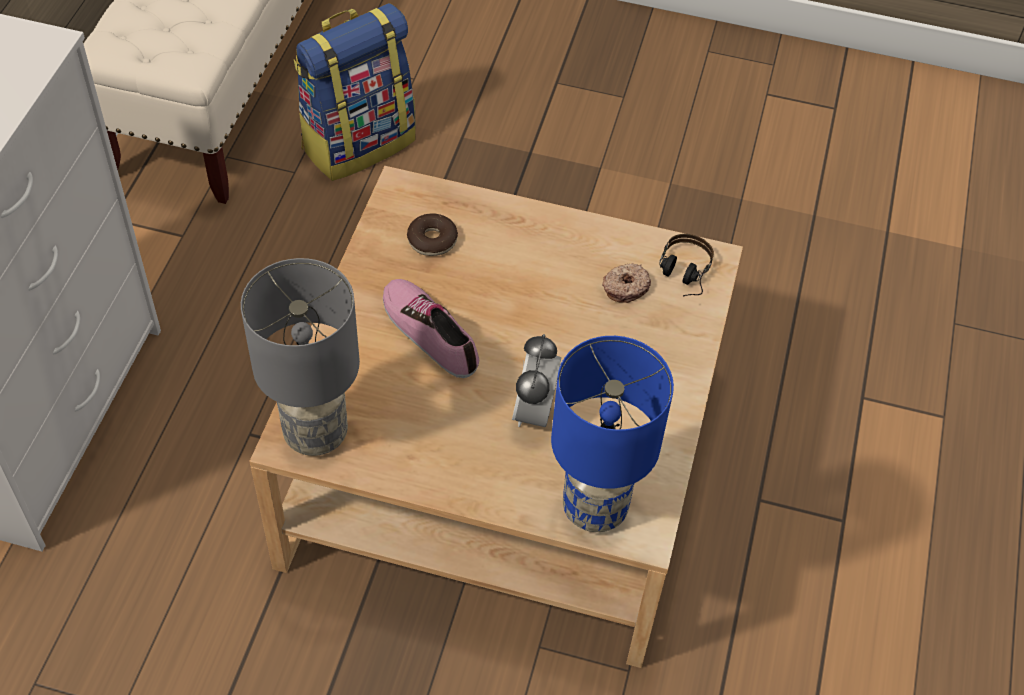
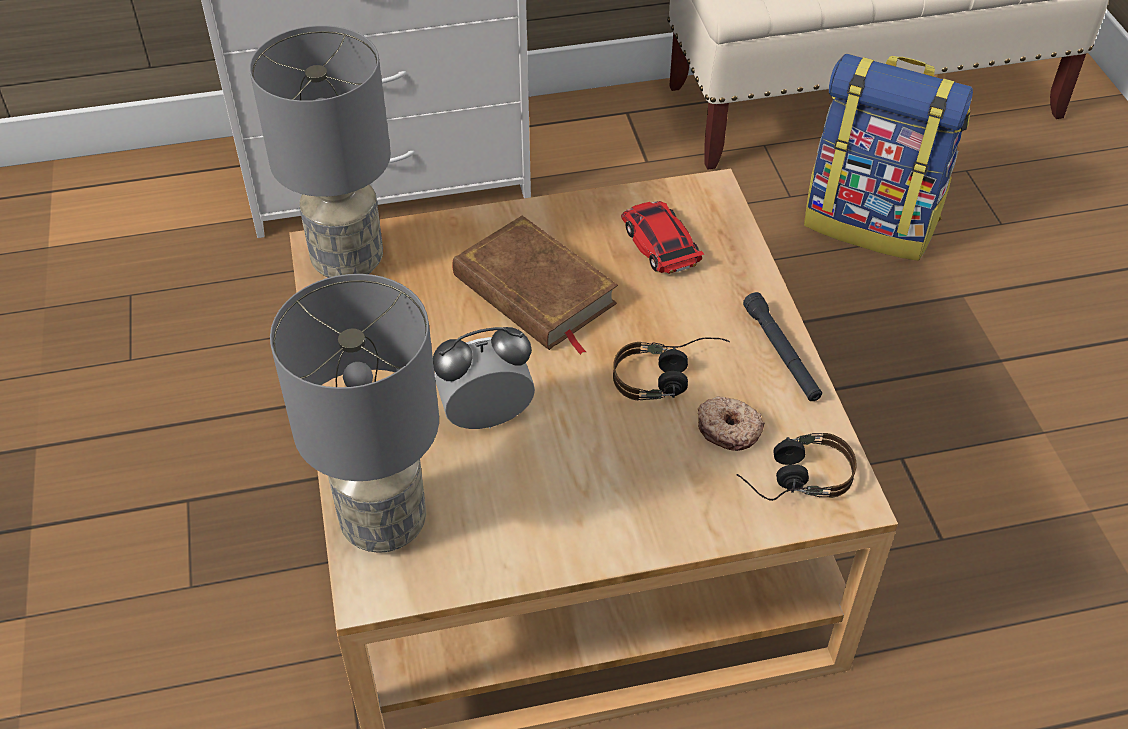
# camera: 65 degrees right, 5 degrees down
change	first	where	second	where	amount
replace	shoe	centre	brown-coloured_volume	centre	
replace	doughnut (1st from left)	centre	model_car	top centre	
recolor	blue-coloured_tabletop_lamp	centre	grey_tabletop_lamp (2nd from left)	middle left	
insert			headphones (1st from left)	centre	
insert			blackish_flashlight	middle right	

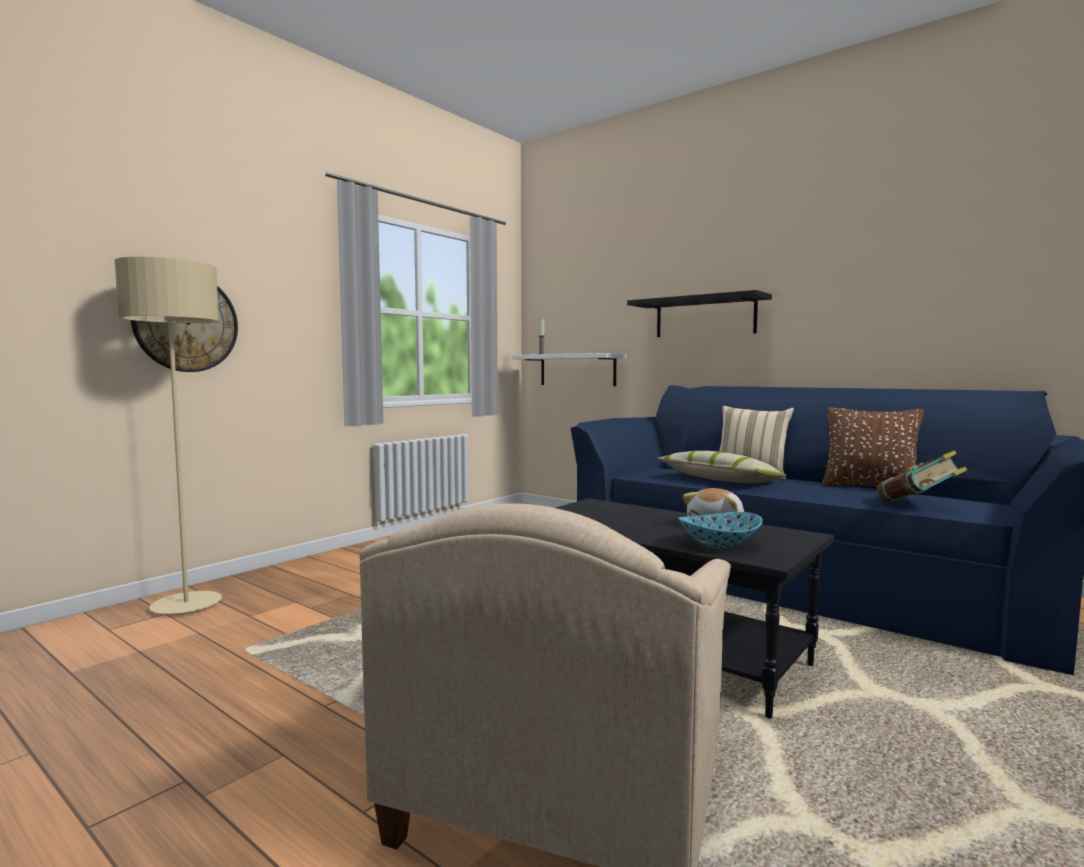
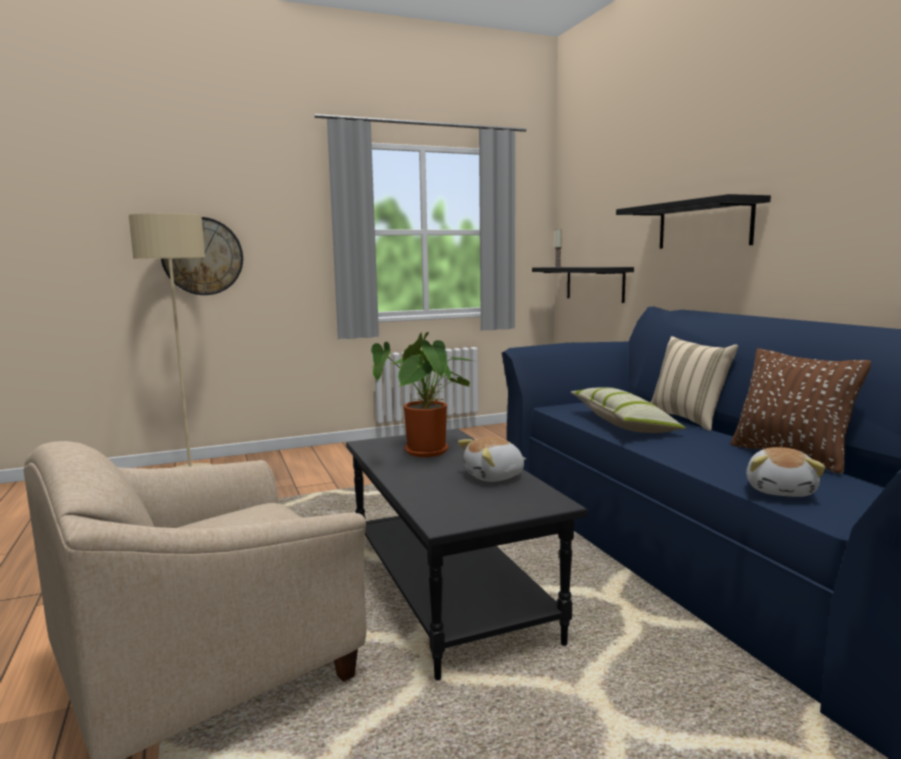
# camera: 30 degrees right, 5 degrees up
change	first	where	second	where	amount
recolor	white-coloured_shelf	centre	blackish_shelf (1st from left)	centre	
delete	deep_dish	centre			
replace	volume	middle right	cuddly_toy (2nd from left)	middle right	
insert			plant_in_a_pot	centre	

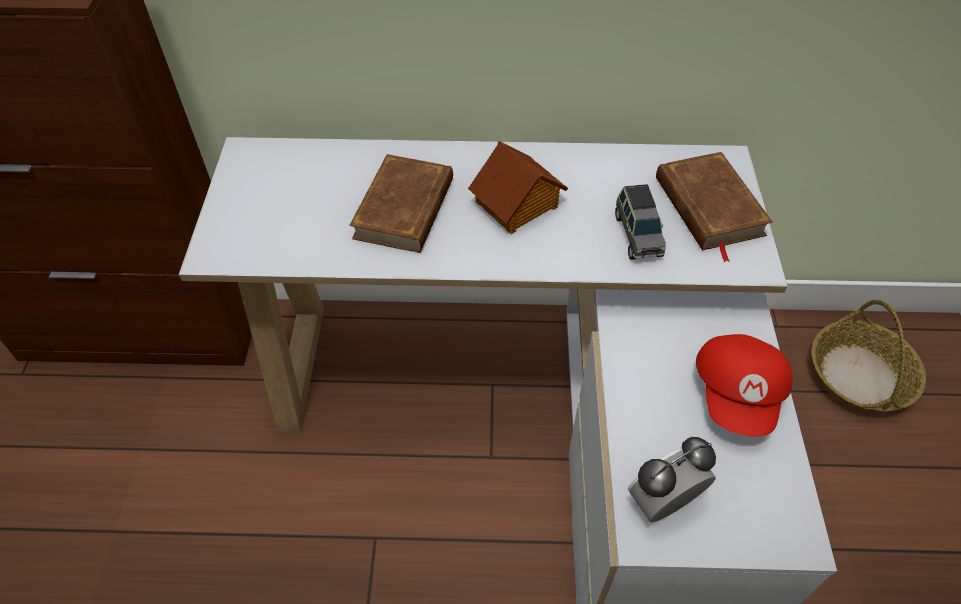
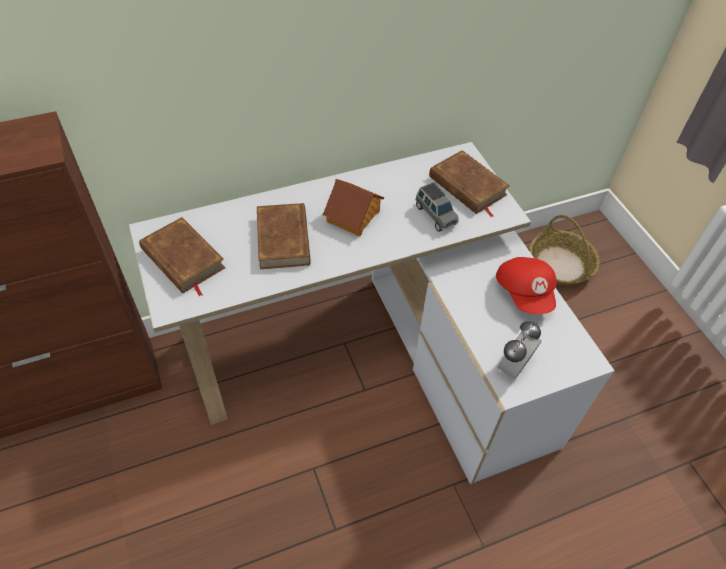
# camera: 25 degrees left, 0 degrees up
change	first	where	second	where	amount
insert			brown-coloured_volume (1st from left)	middle left	

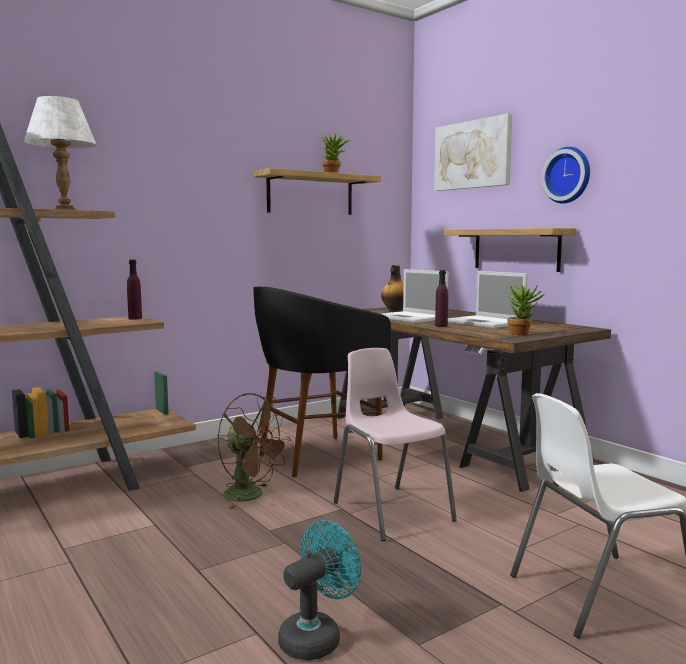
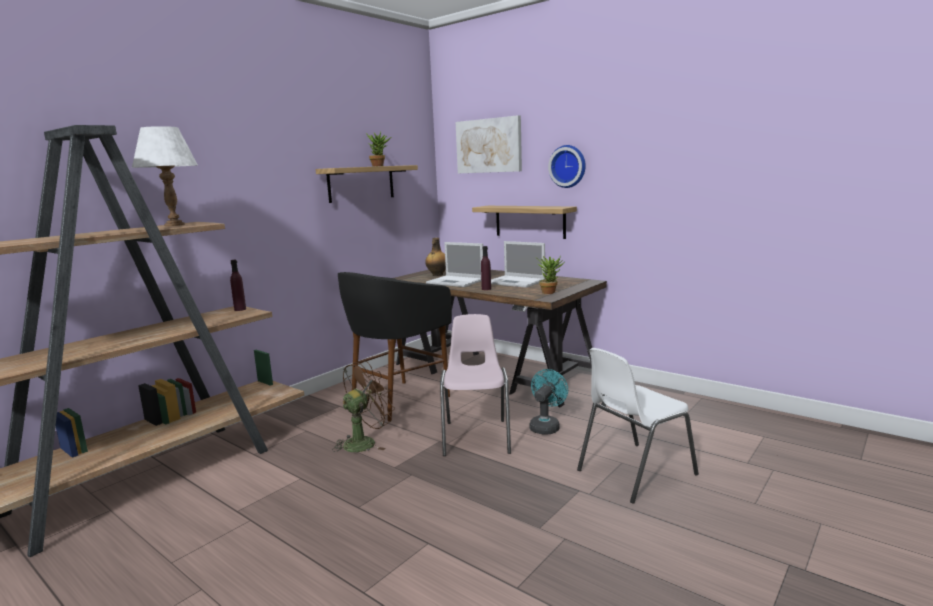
# camera: 15 degrees left, 5 degrees up
change	first	where	second	where	amount
rotate	brown-coloured_electric_fan	bottom centre		bottom centre	60 degrees counterclockwise
move	blue-green_electric_fan	bottom centre		centre	
rotate	pinkish_chair	bottom centre		centre	45 degrees clockwise

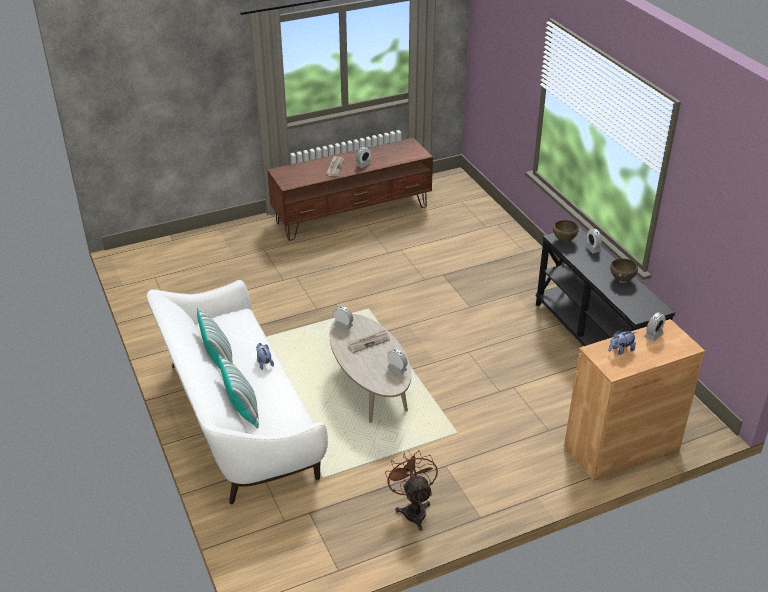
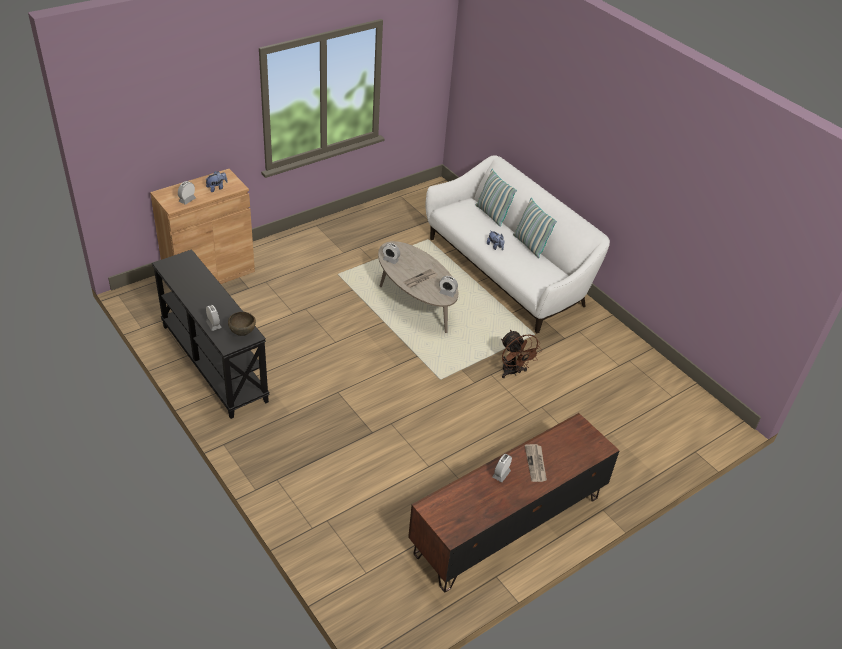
# camera: 165 degrees right, 5 degrees up
change	first	where	second	where	amount
move	brown-coloured_electric_fan	bottom centre		centre	
delete	brown-coloured_deep_dish (2nd from left)	middle right			

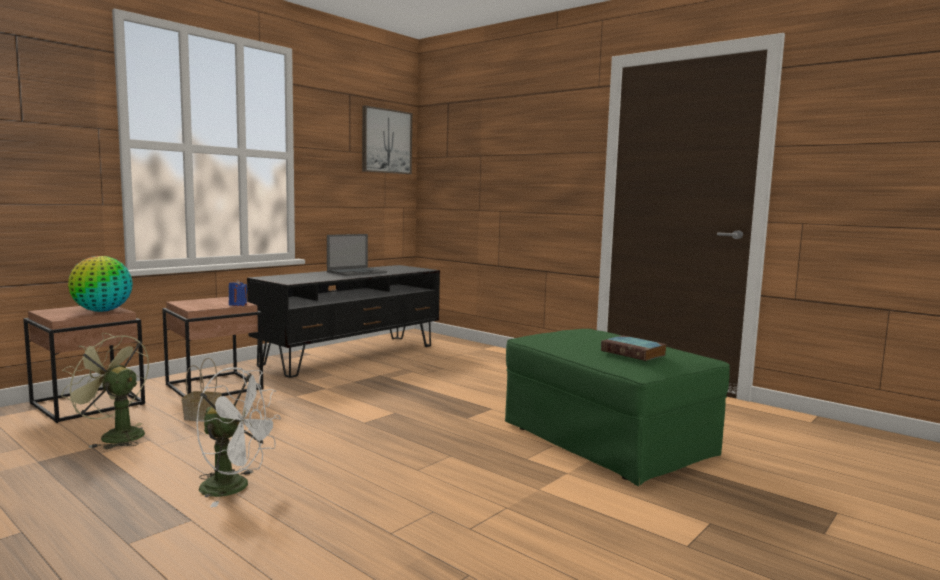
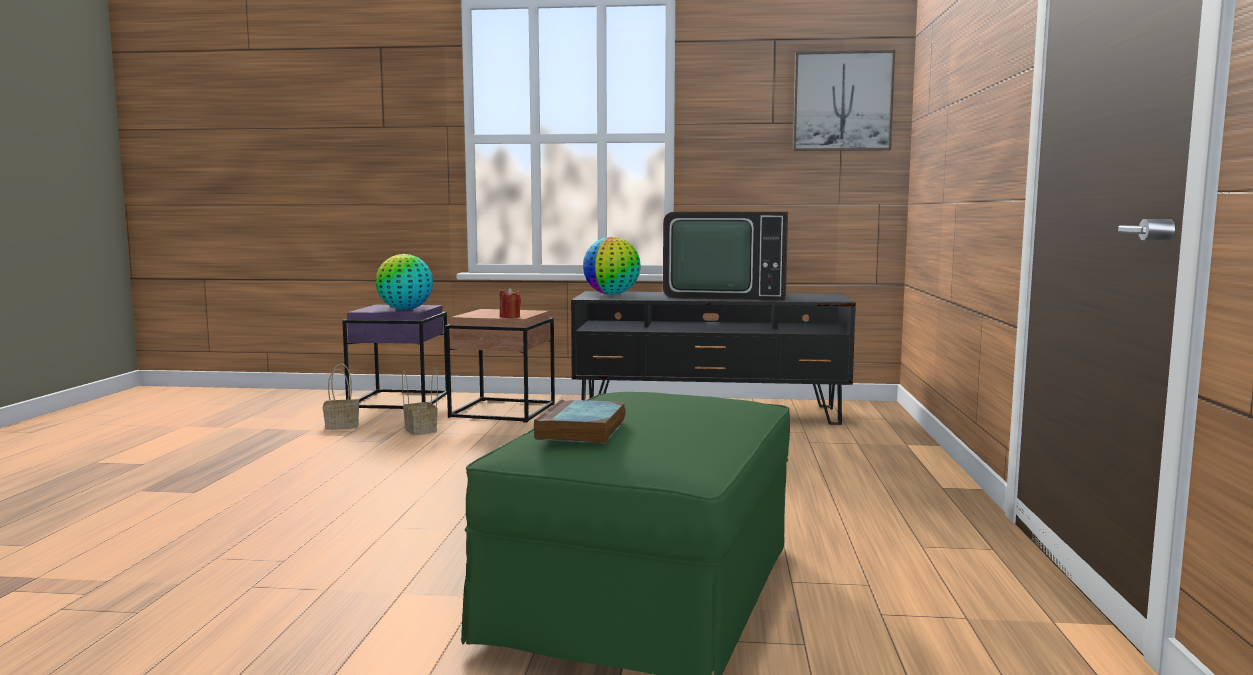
# camera: 55 degrees right, 0 degrees up
change	first	where	second	where	amount
recolor	brown-coloured_side_table (1st from left)	middle left	purple_side_table	middle left	
replace	green_electric_fan	bottom left	household_basket (1st from left)	middle left	
delete	white-coloured_electric_fan	bottom left			
recolor	blue-coloured_candle	middle left	red-coloured_candle	centre	
replace	notebook_computer	centre	television	centre	
insert			desk_globe (2nd from left)	centre	

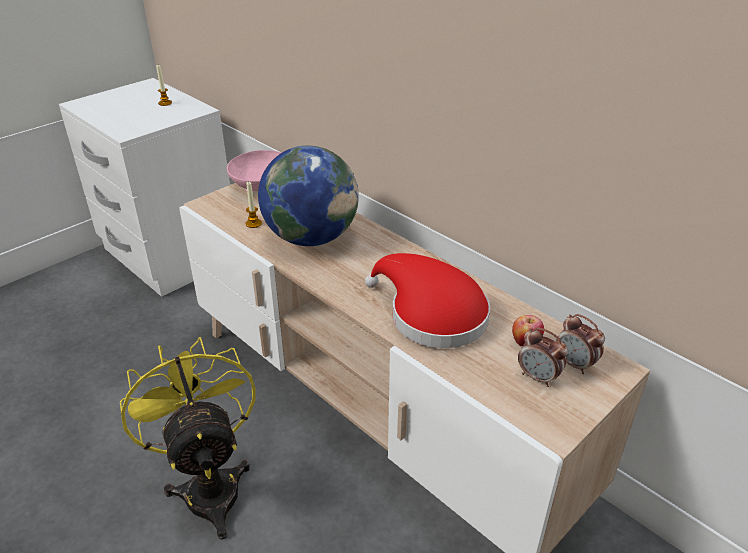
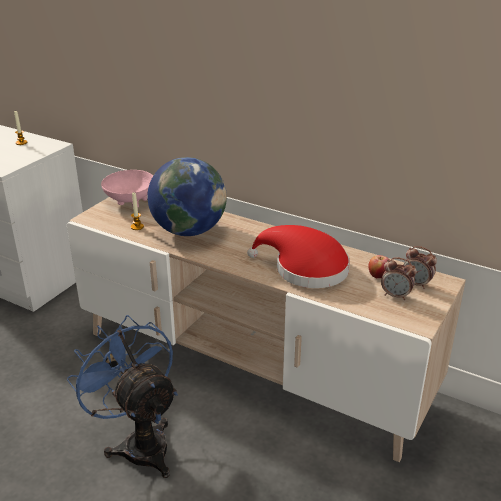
# camera: 15 degrees left, 5 degrees down
change	first	where	second	where	amount
recolor	yellow_electric_fan	bottom left	blue-coloured_electric_fan	bottom left	

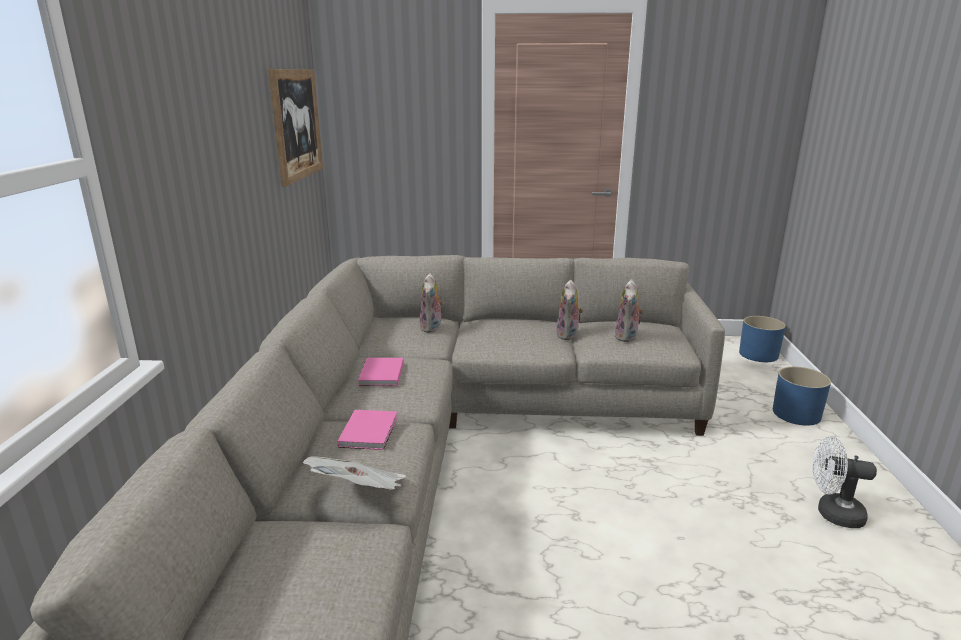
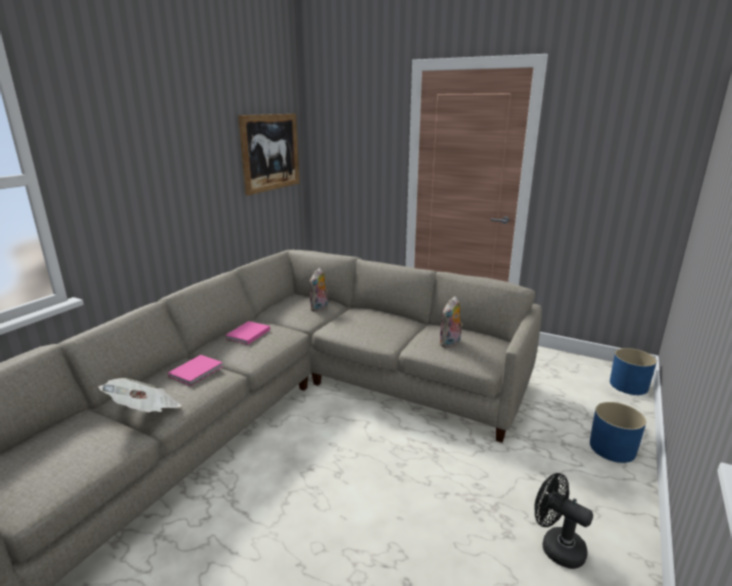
# camera: 25 degrees right, 0 degrees up
change	first	where	second	where	amount
delete	cuddly_toy (2nd from left)	centre			
recolor	white-coloured_electric_fan	bottom right	blackish_electric_fan	bottom right	

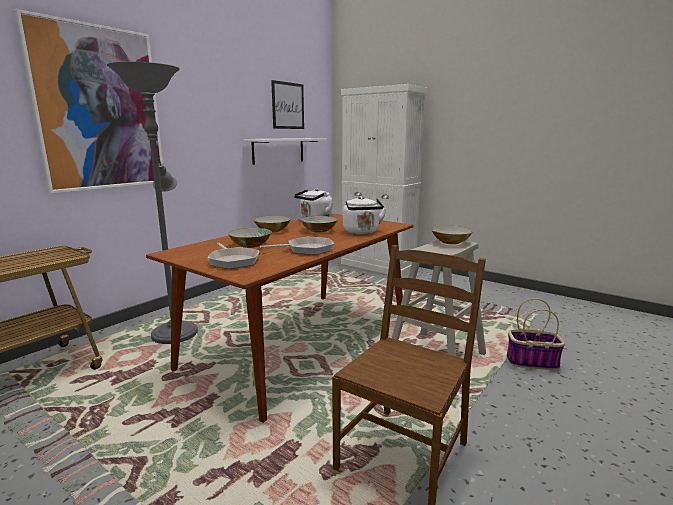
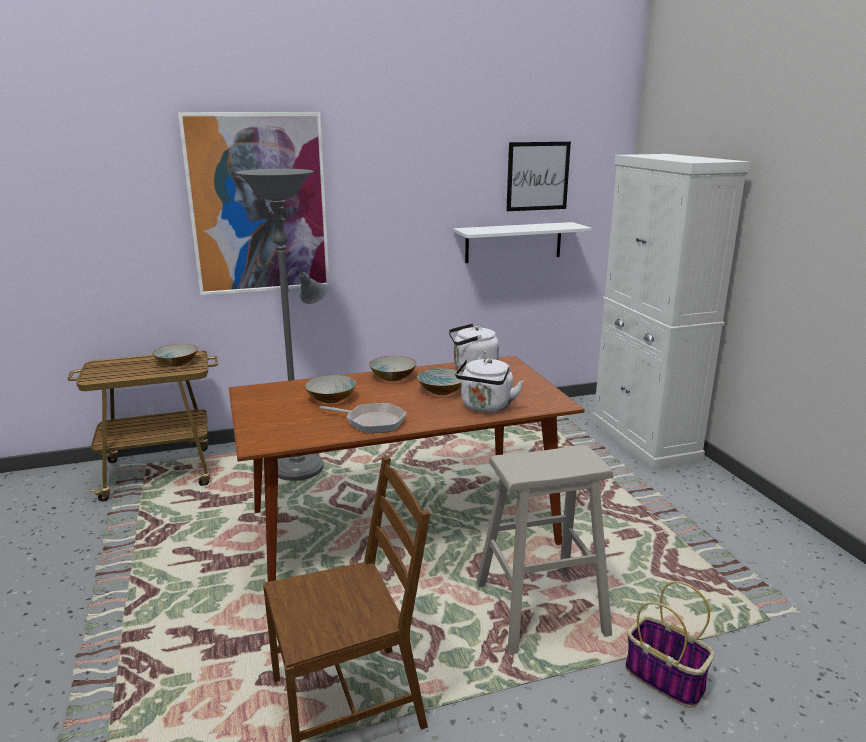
# camera: 35 degrees right, 5 degrees up
change	first	where	second	where	amount
delete	frying_pan (1st from left)	centre			
move	deep_dish (4th from left in the first image)	middle right	deep_dish (1st from left)	middle left	

